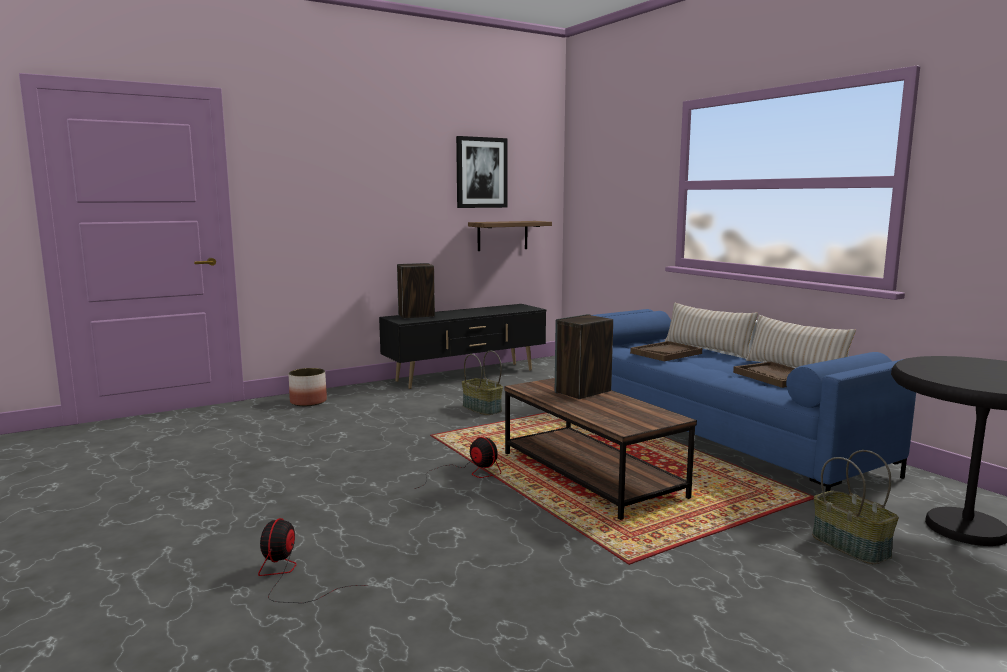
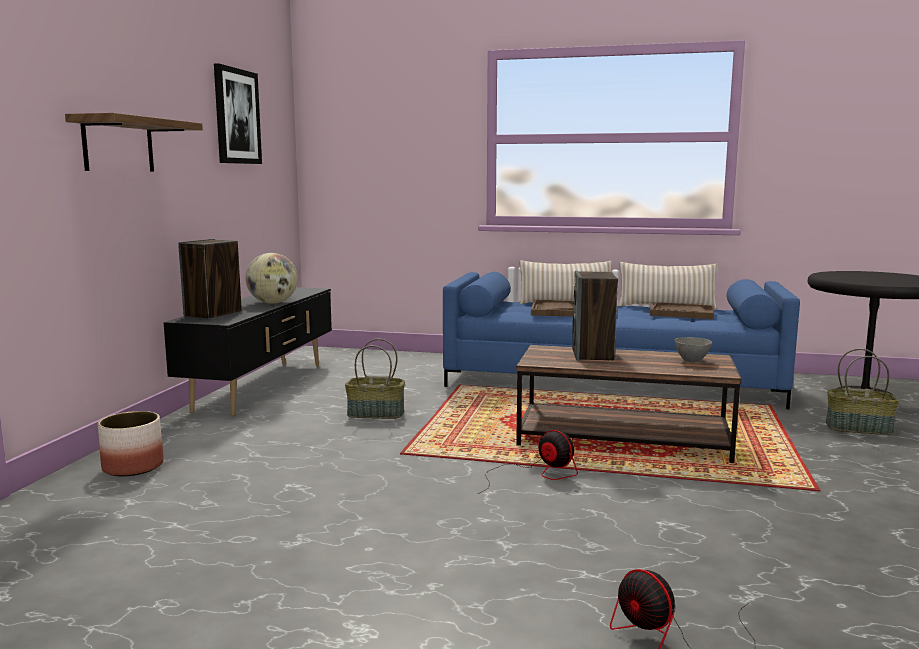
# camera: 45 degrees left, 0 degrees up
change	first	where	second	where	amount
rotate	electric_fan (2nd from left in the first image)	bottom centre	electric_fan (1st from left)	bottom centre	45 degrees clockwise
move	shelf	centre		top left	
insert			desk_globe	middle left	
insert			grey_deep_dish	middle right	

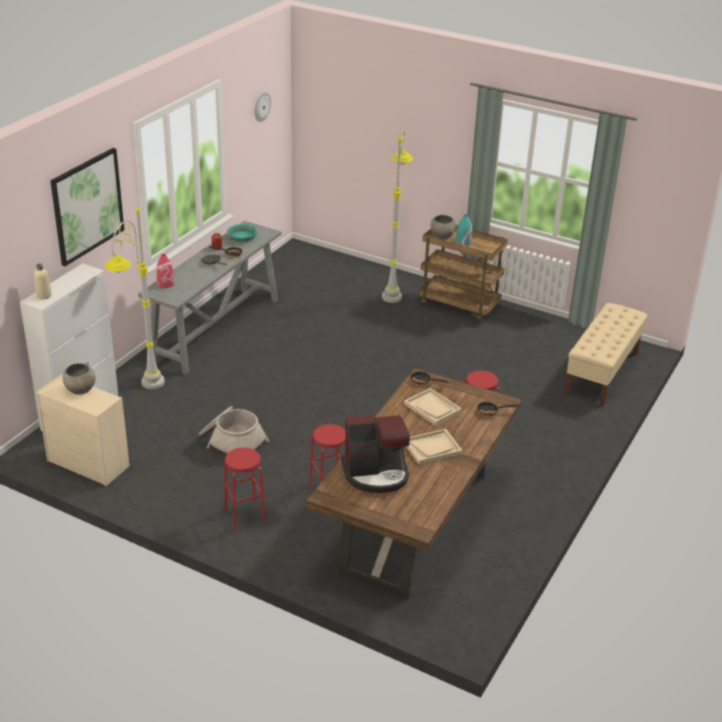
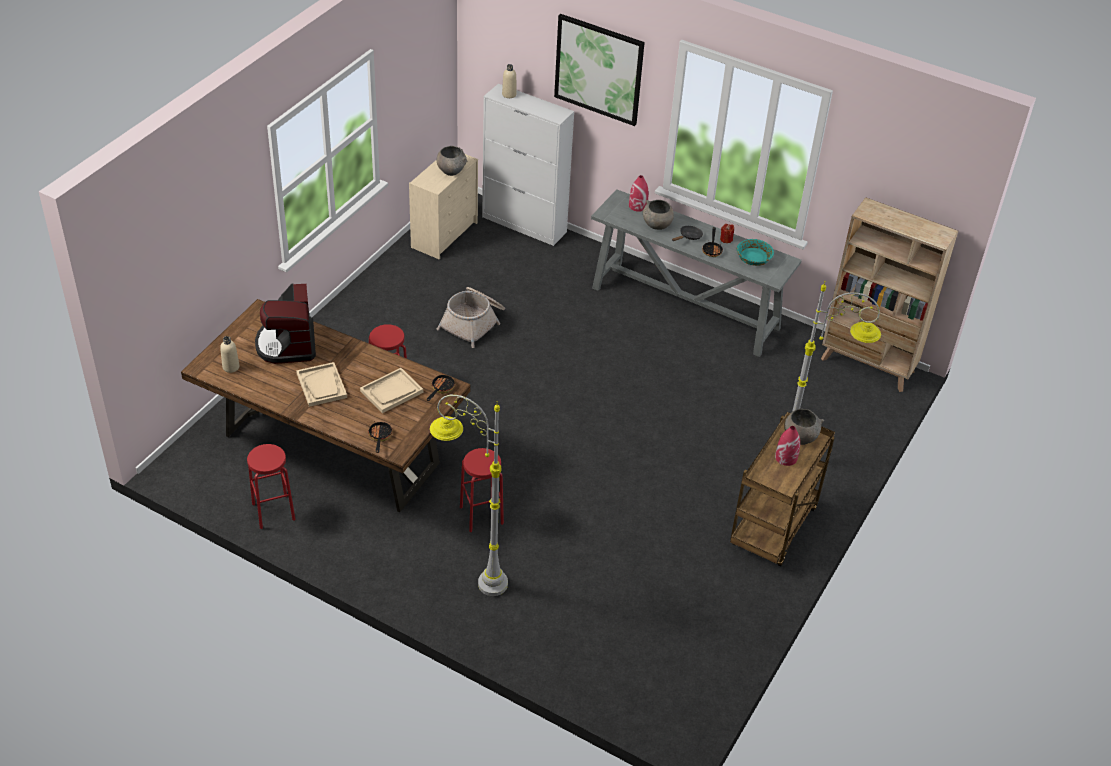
# camera: 90 degrees right, 10 degrees up
change	first	where	second	where	amount
move	grey_standard_lamp (1st from left)	middle left		centre	
move	red-coloured_stool_seat (1st from left)	bottom centre		middle left	
delete	hanging_clock	top centre			
recolor	blue-green_vase	top centre	red-coloured_vase (2nd from left)	middle right	
delete	beige-coloured_long_seat	middle right			
insert			beige-coloured_bottle (1st from left)	middle left	
insert			grey_deep_dish (2nd from left)	top centre	
insert			beige-coloured_shelving_unit	middle right	

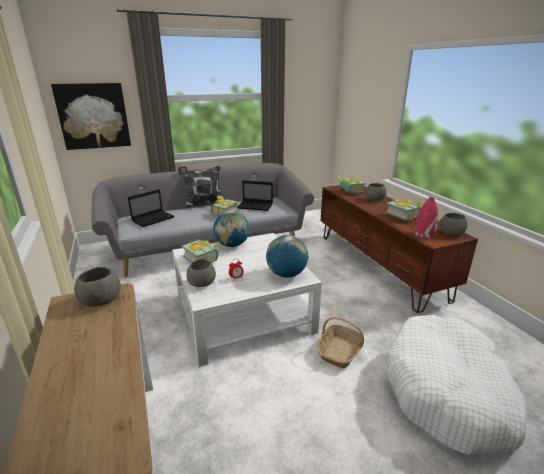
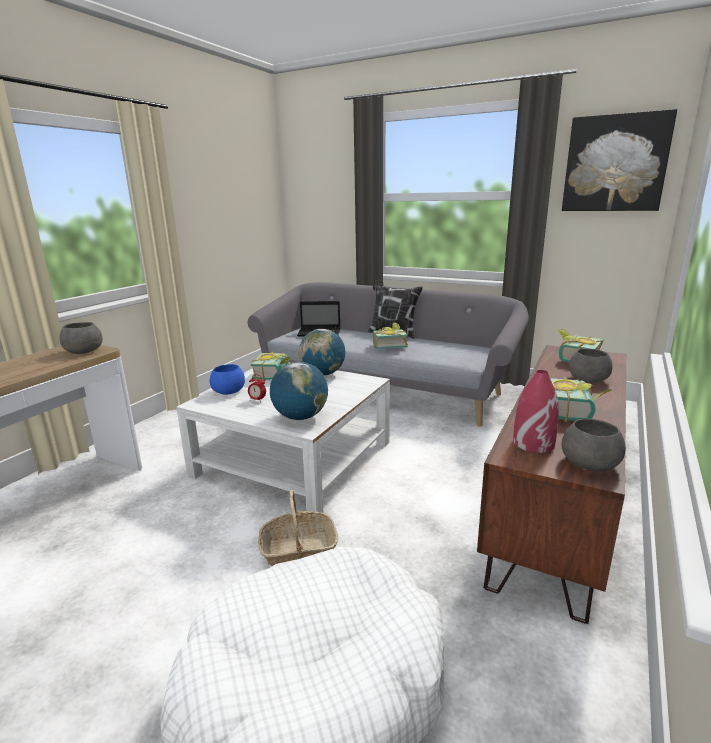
# camera: 50 degrees right, 5 degrees down
change	first	where	second	where	amount
move	wall_picture	top left		top right	
recolor	grey_deep_dish (2nd from left)	centre	blue-coloured_deep_dish	middle left	
delete	notebook_computer (2nd from left)	centre			

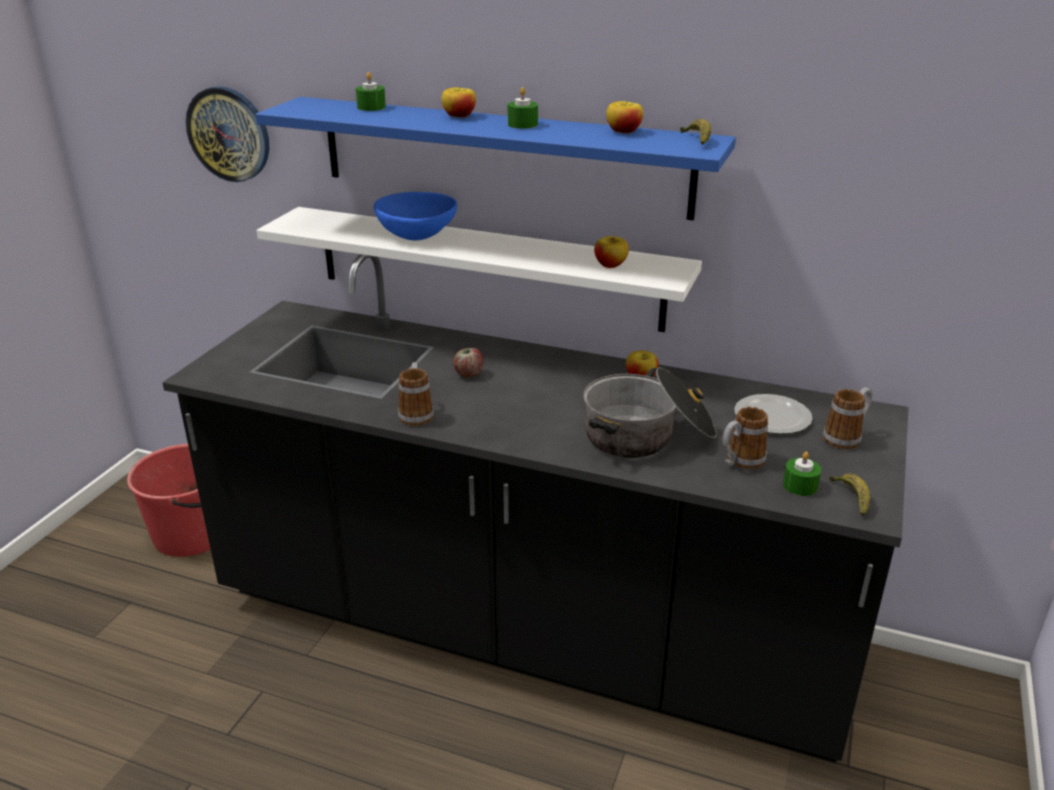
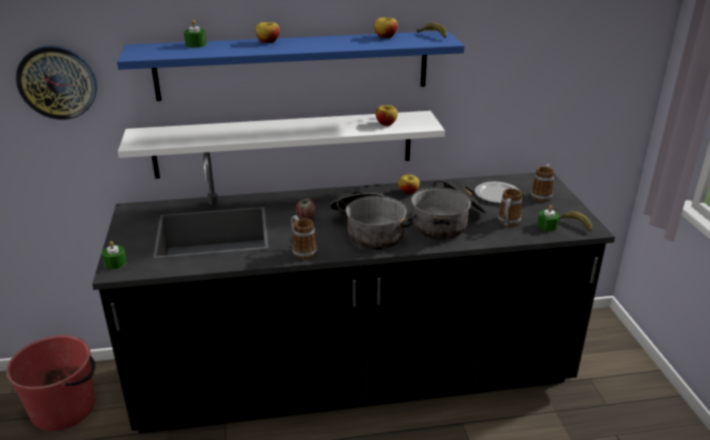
# camera: 30 degrees left, 0 degrees up
change	first	where	second	where	amount
delete	blue-coloured_deep_dish	top centre			
move	green_candle (2nd from left in the first image)	top centre	green_candle (1st from left)	middle left	
insert			saucepot (1st from left)	centre	

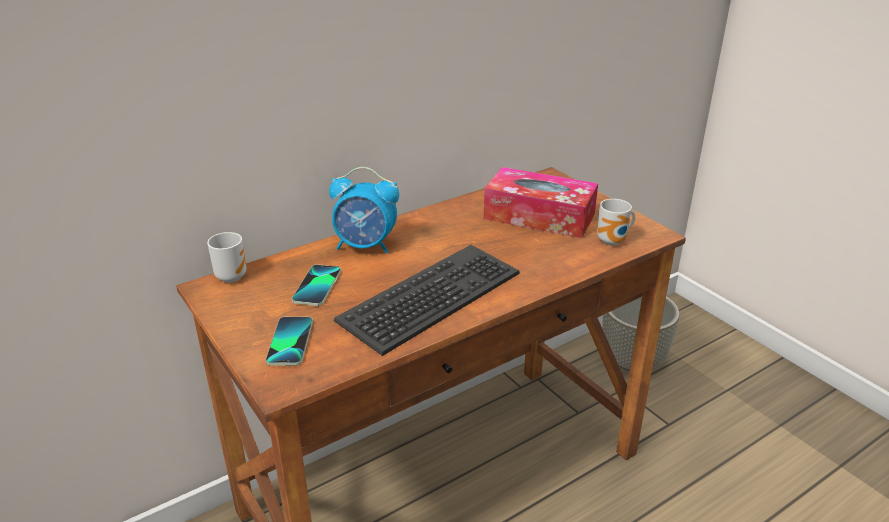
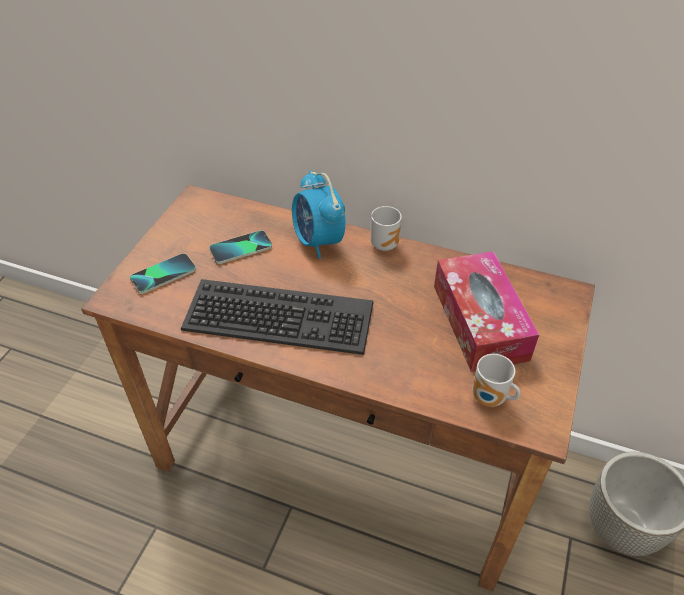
# camera: 55 degrees right, 15 degrees up
change	first	where	second	where	amount
move	coffee_mug (1st from left)	middle left		centre	

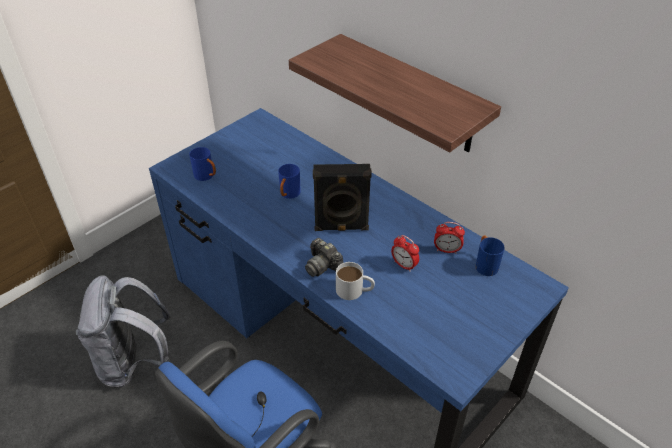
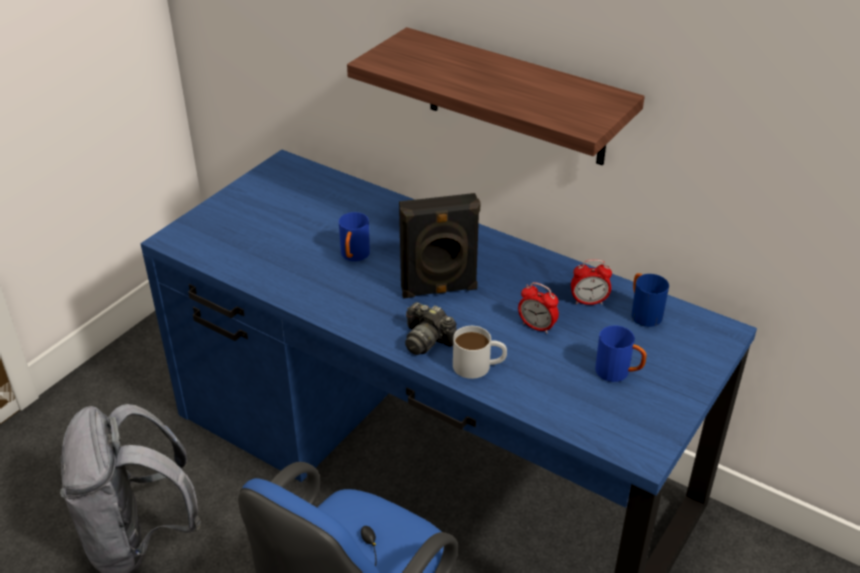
# camera: 10 degrees left, 5 degrees down
change	first	where	second	where	amount
move	blue-coloured_coffee_mug (1st from left in the first image)	middle left	blue-coloured_coffee_mug (2nd from left)	middle right	

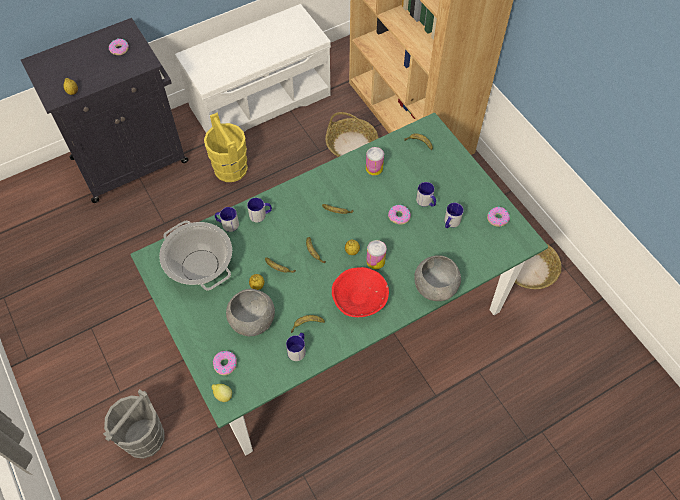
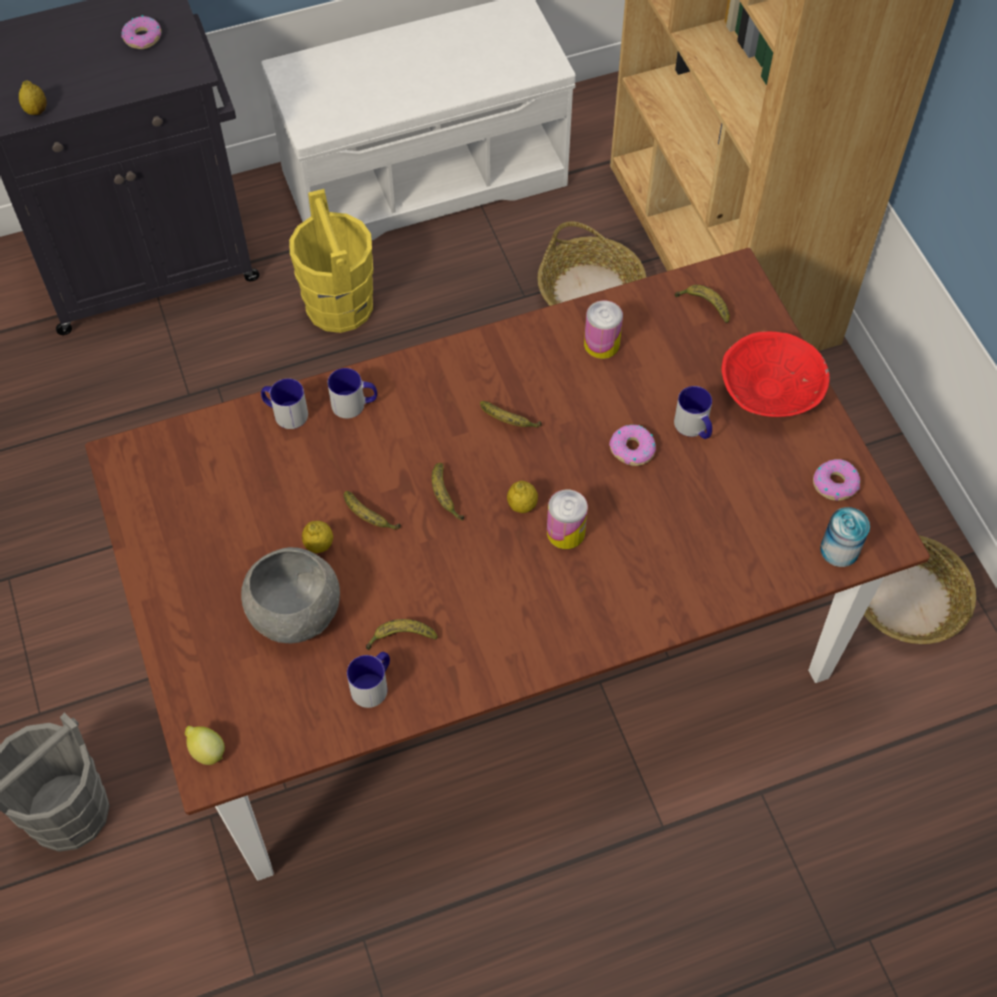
# camera: 10 degrees right, 0 degrees up
change	first	where	second	where	amount
recolor	green_dinner_table	centre	brown-coloured_dinner_table	centre	
delete	saucepot	middle left			
delete	doughnut (2nd from left)	bottom left			
move	red-coloured_deep_dish	centre		middle right	
delete	grey_deep_dish (2nd from left)	centre			
delete	coffee_mug (5th from left)	middle right			
insert			sealed_can (3rd from left)	middle right	

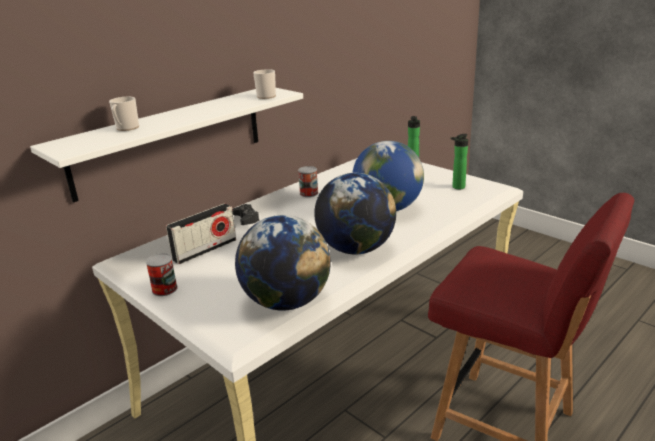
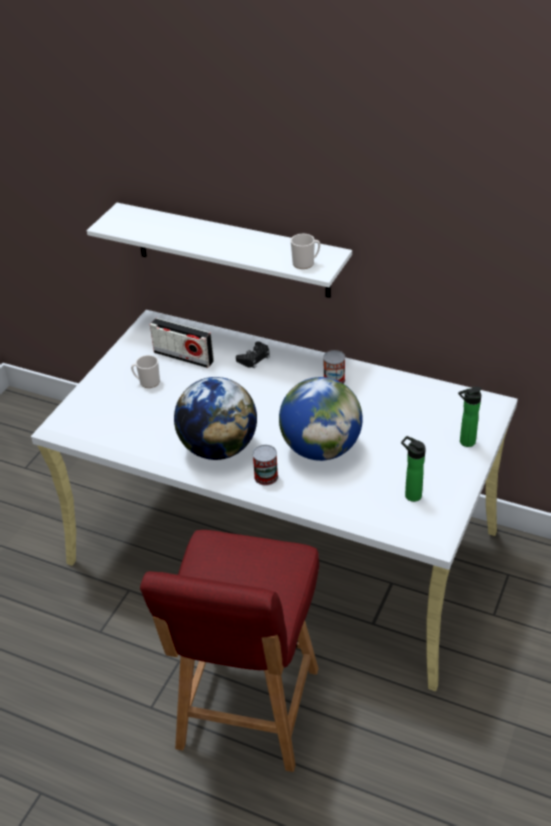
# camera: 70 degrees right, 15 degrees up
change	first	where	second	where	amount
move	coffee_mug (1st from left)	top left		middle left	
move	sealed_can (1st from left)	middle left		centre	
delete	desk_globe (1st from left)	centre			

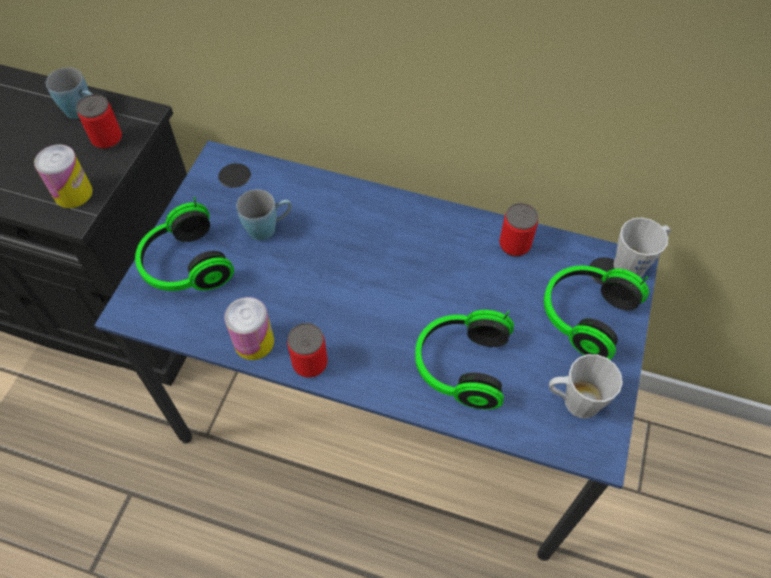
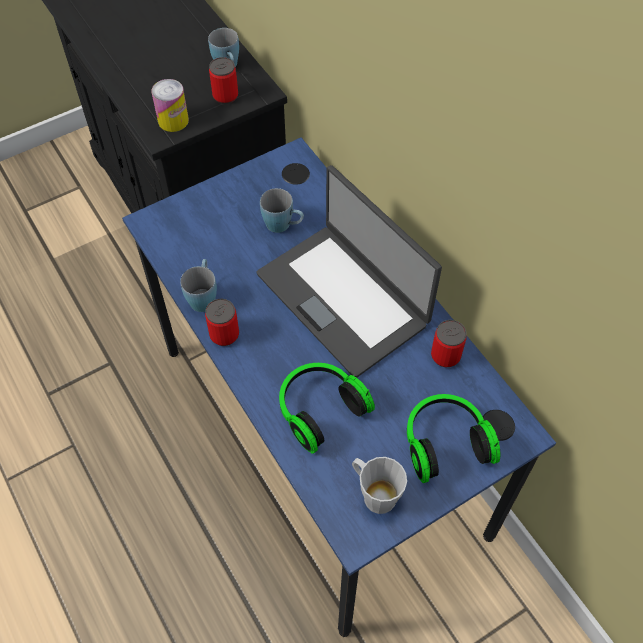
# camera: 40 degrees right, 0 degrees up
change	first	where	second	where	amount
delete	headphones (1st from left)	middle left			
replace	sealed_can (3rd from left)	middle left	blue-coloured_coffee_mug (1st from left)	middle left	
delete	grey_coffee_mug (2nd from left)	middle right			
insert			notebook_computer	centre	

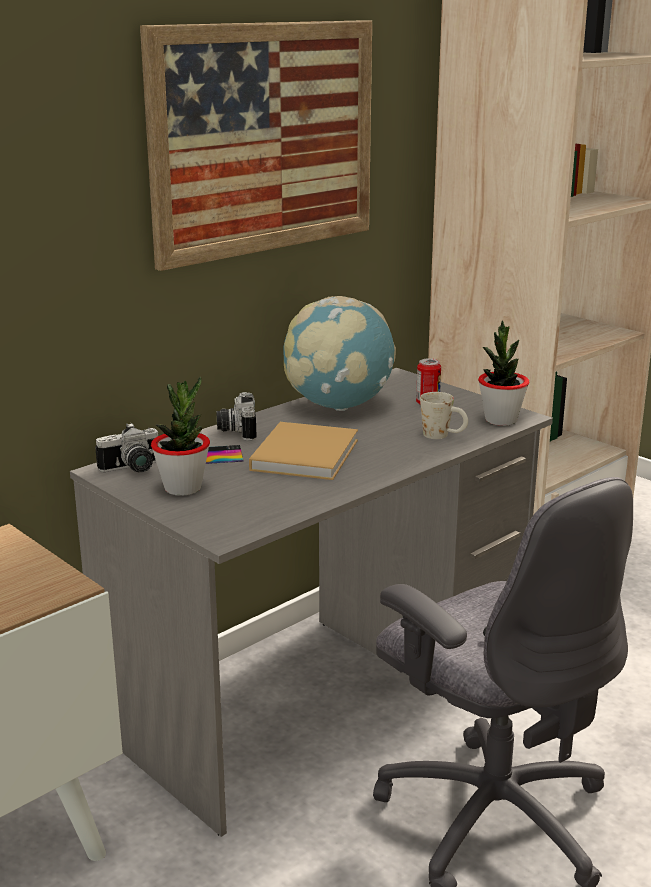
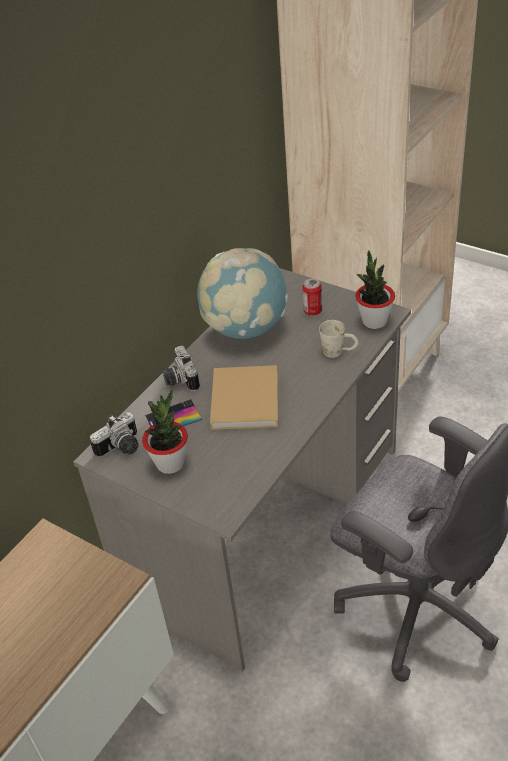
# camera: 10 degrees left, 20 degrees up
change	first	where	second	where	amount
delete	wall_picture	top centre			

